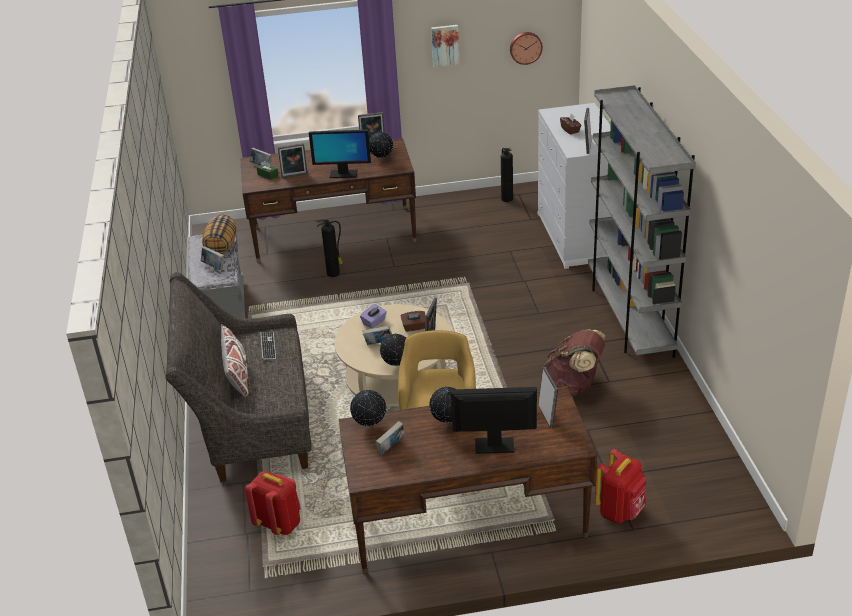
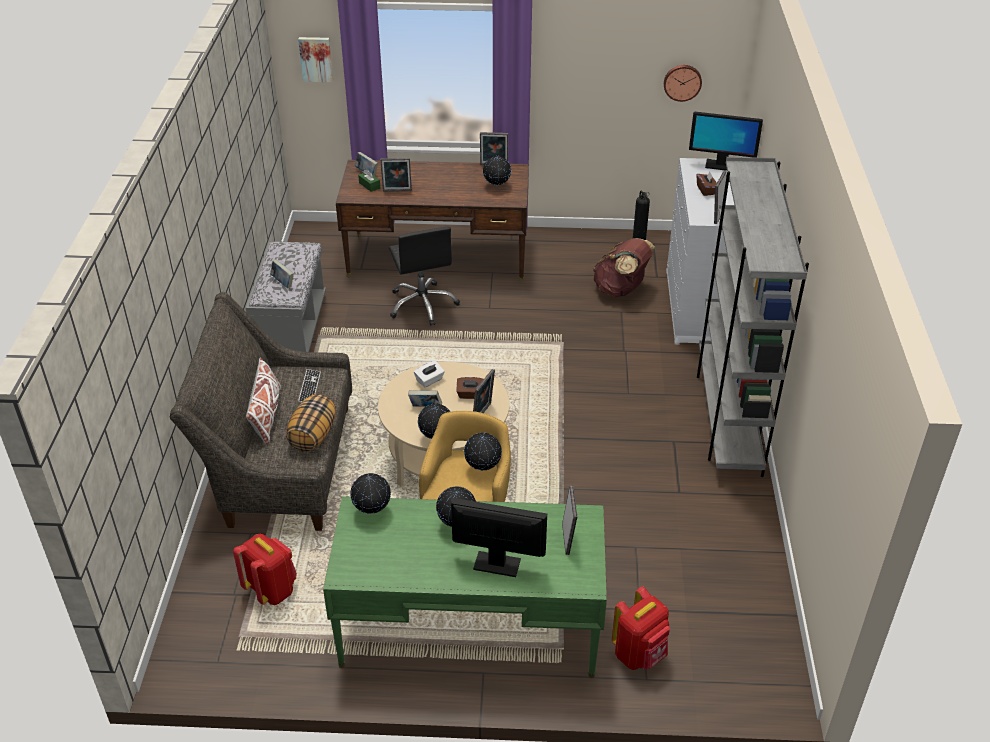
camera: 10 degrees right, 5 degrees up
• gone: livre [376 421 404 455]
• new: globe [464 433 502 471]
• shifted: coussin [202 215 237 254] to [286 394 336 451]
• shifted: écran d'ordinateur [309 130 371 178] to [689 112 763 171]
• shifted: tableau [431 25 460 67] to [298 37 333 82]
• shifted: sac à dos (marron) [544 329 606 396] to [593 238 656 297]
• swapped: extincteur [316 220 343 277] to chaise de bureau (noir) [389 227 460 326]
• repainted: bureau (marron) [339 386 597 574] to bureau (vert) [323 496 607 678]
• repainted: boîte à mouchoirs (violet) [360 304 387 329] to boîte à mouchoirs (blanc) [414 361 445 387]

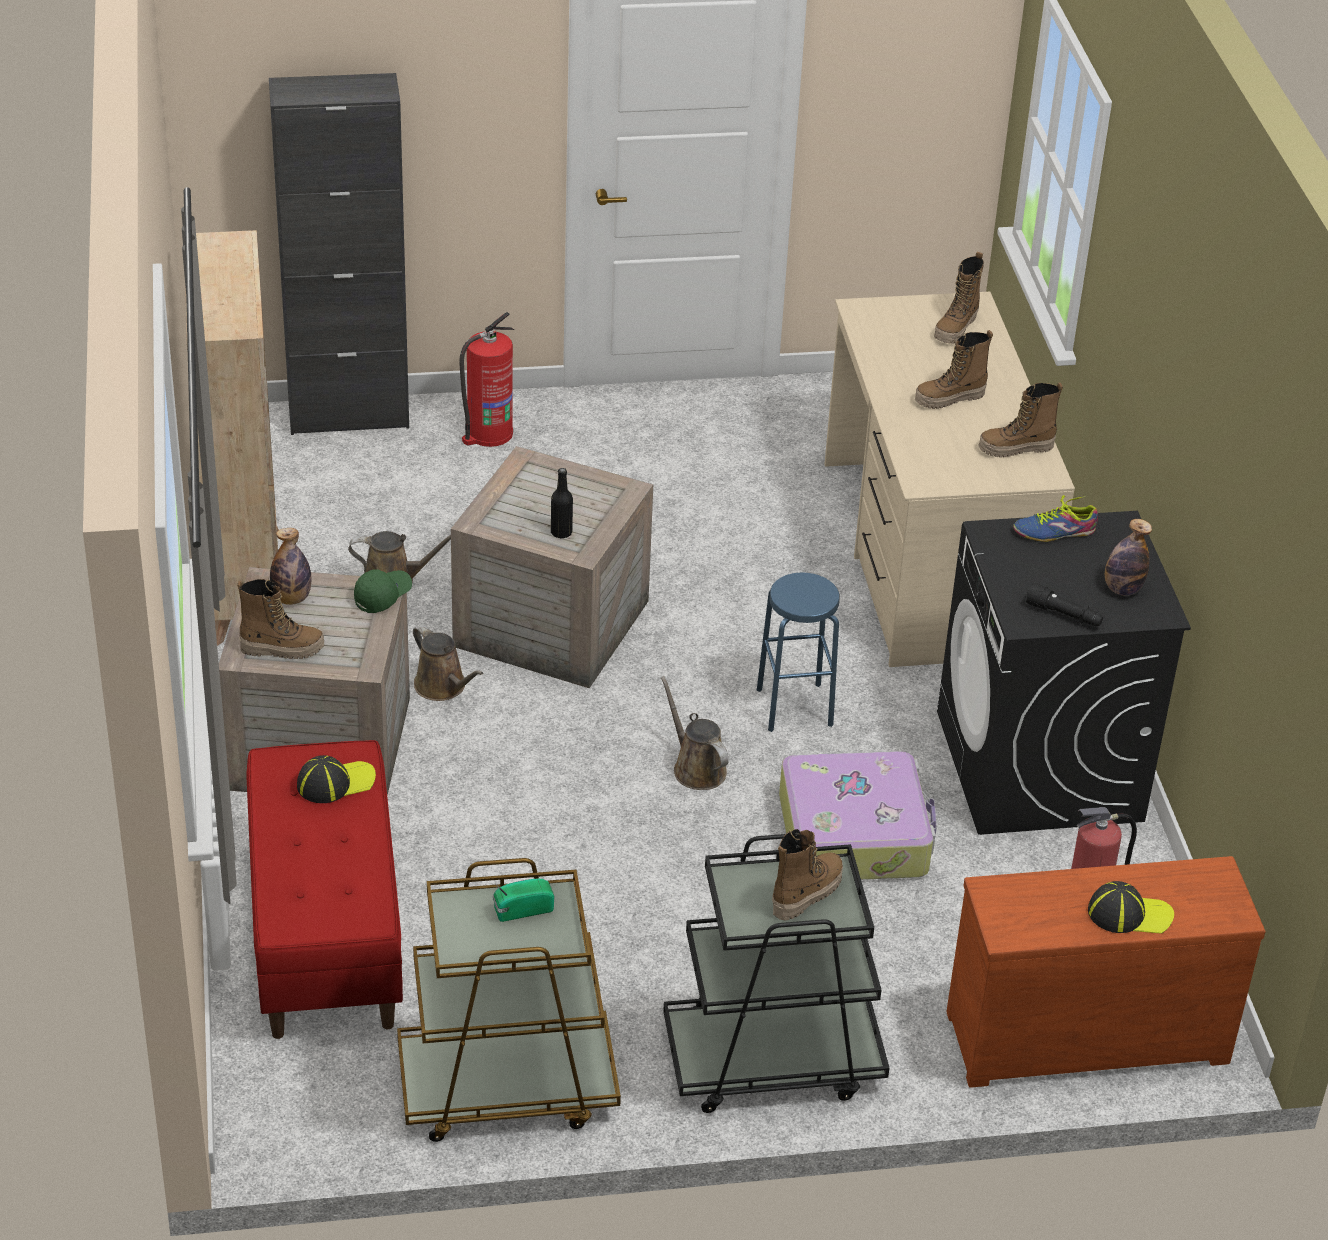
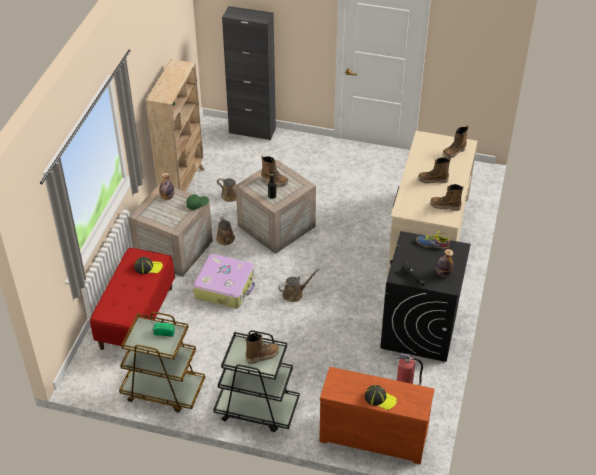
camera: 25 degrees right, 5 degrees up
• gone: extincteur [459 312 514 447]
• gone: tabouret (bleu) [757 572 840 732]
• shifted: botte [237 579 324 659] to [261 156 289 187]
• shifted: valise [779 751 937 880] to [193 254 255 308]
• rotated: arrosoir (marron) [661 676 729 790] = [278 269 319 302] 75 degrees clockwise

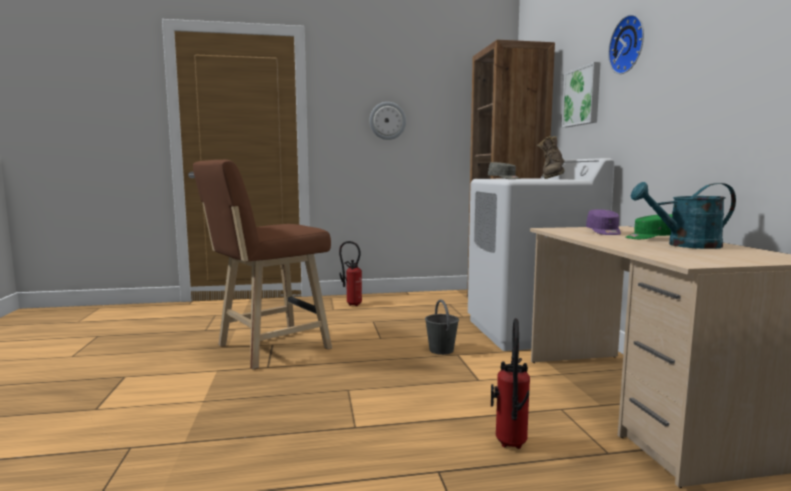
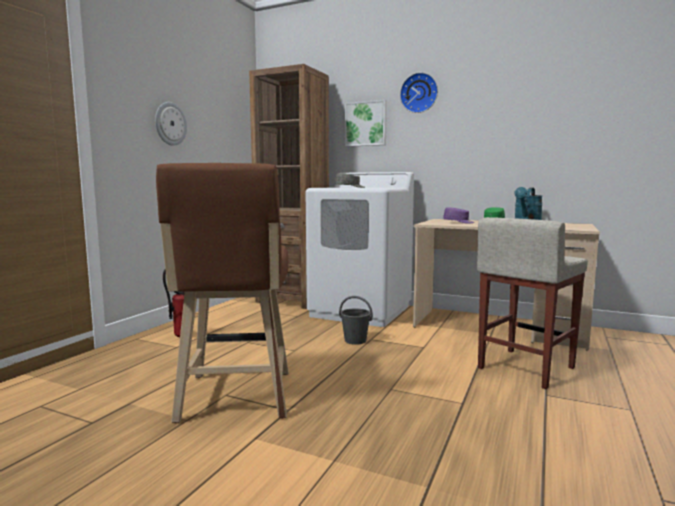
camera: 55 degrees left, 0 degrees up
• gone: botte (marron) [537 136 564 179]
• swapped: extincteur [491 318 530 449] to tabouret (beige) [477 217 587 389]

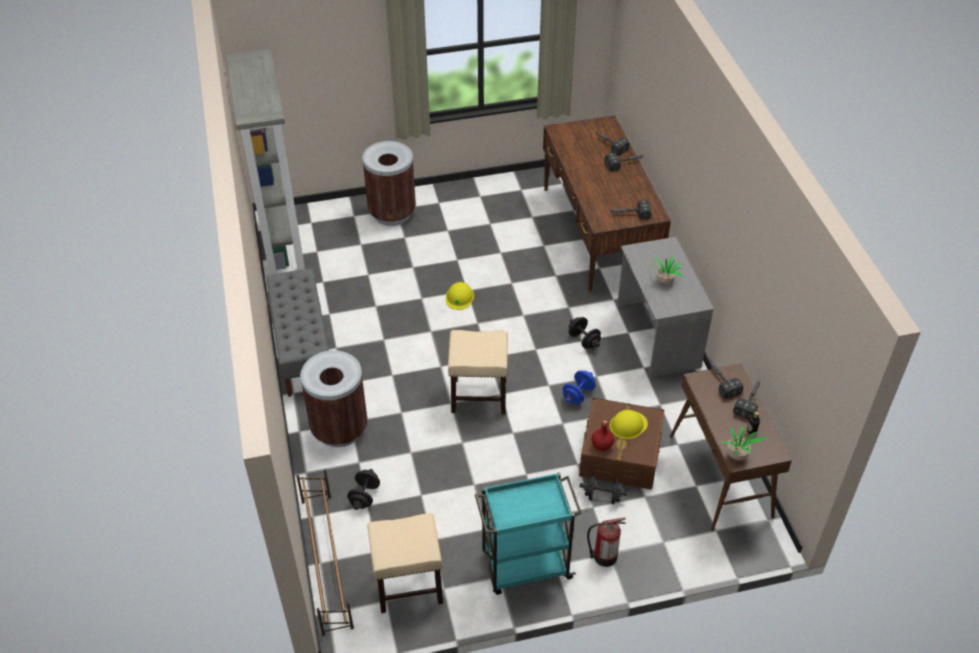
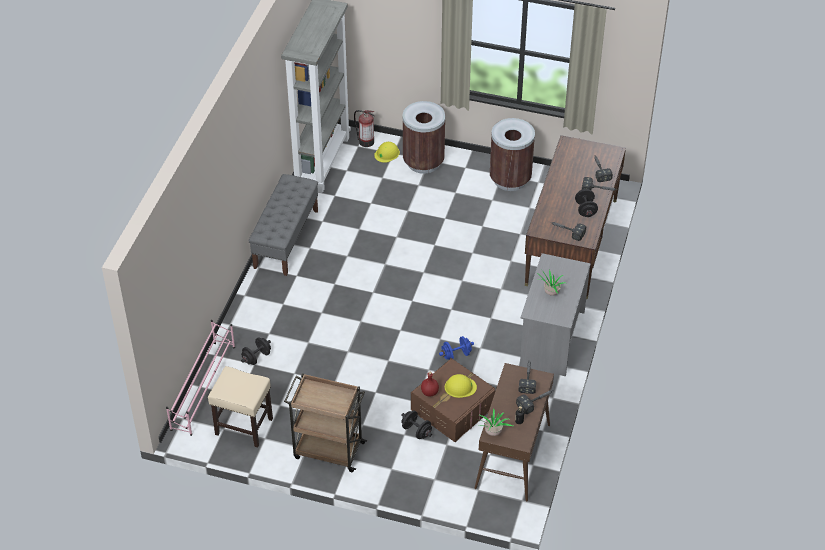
camera: 30 degrees right, 0 degrees up
• gone: tabouret (beige) [448 330 508 414]
• shifted: poubelle (marron) [300 350 368 447] to [490 118 535 191]
• shifted: casque de chantier (jaune) [446 282 474 310] to [374 142 400 163]
• shifted: haltère (noir) [569 317 601 349] to [575 189 598 217]
• shifted: extincteur [587 518 626 567] to [354 110 375 147]
• repainted: étagère à chaussures (marron) [296 470 354 636] to étagère à chaussures (rose) [166 320 235 436]
• repainted: chariot (turquoise) [475 473 581 595] to chariot (marron) [284 373 367 472]

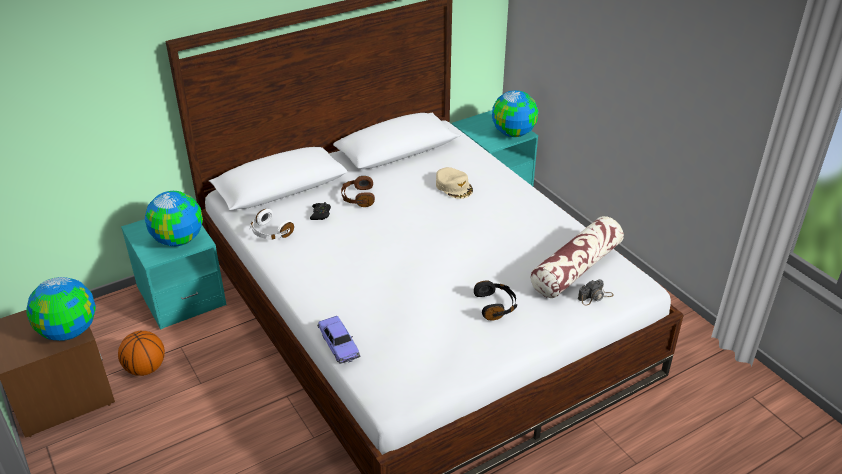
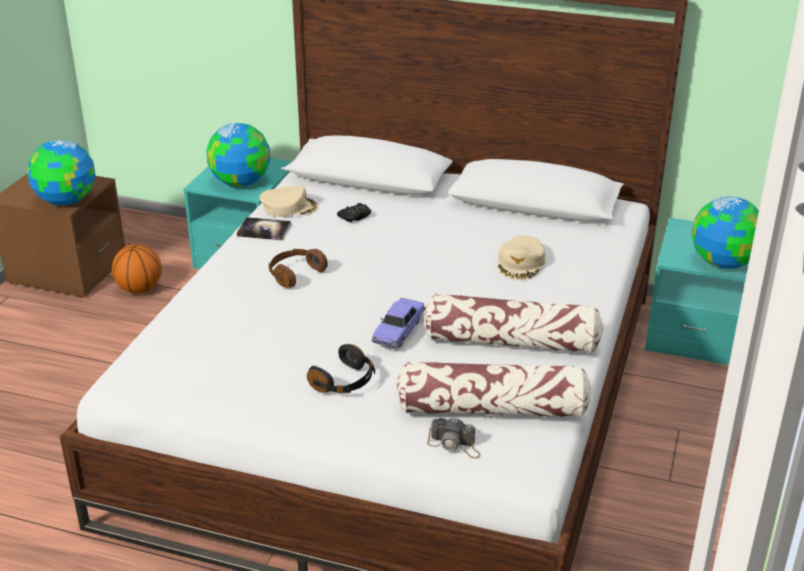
camera: 50 degrees right, 5 degrees down
• new: livre [237 217 291 240]
• new: coussin [424 293 603 353]
• shifted: petite voiture [317 316 360 364] to [371 298 426 348]
• shifted: casque audio (marron) [341 176 375 207] to [268 249 328 288]
• swapped: casque audio (blanc) [250 209 294 240] to casquette (beige) [259 186 319 217]

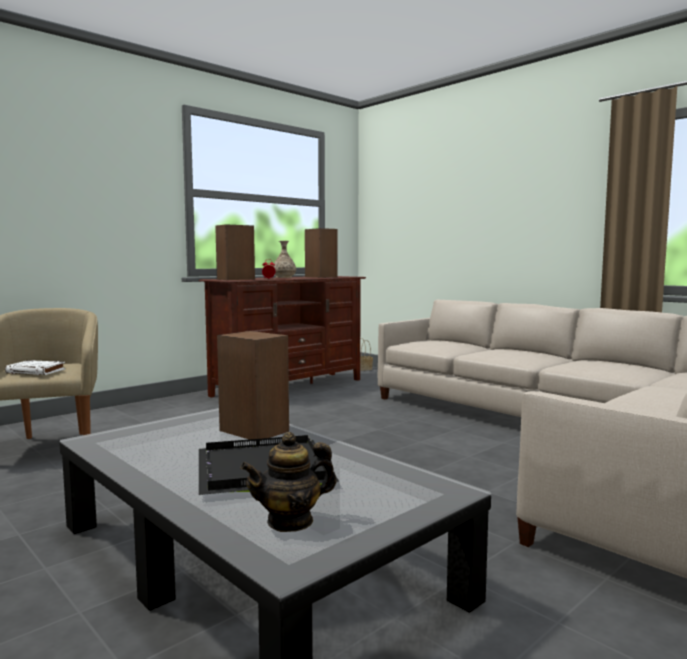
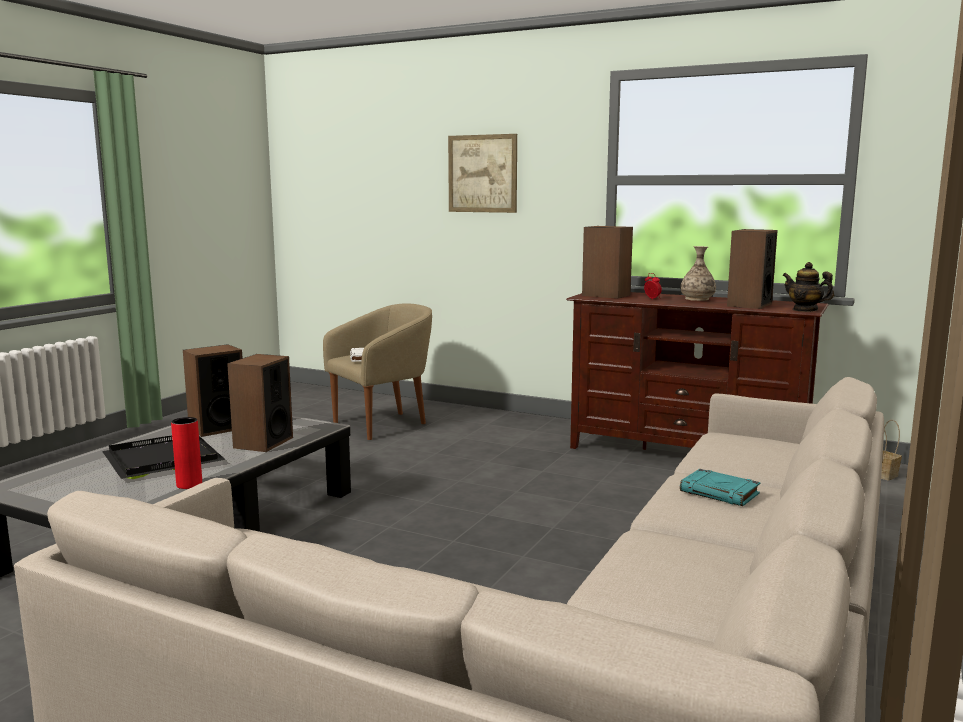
camera: 70 degrees right, 5 degrees up
• new: vase (rouge) [171 417 202 489]
• new: enceinte [183 344 242 437]
• new: tableau [448 134 517 213]
• new: livre (turquoise) [680 469 761 506]
• shifted: théière [240 432 337 532] to [782 262 834 312]

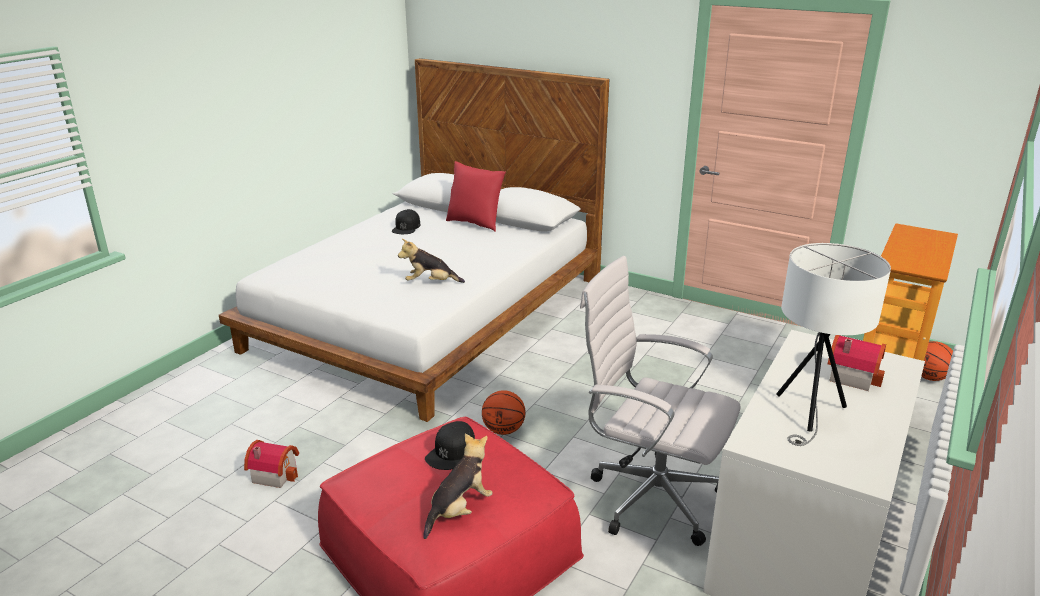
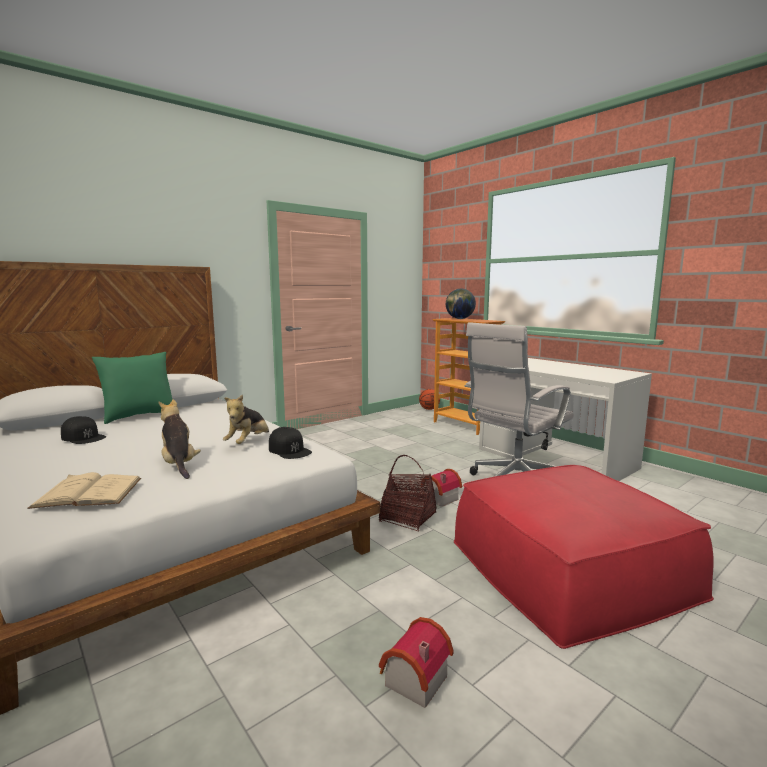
camera: 70 degrees left, 15 degrees down
• gone: lampe de table (blanc) [776 243 891 446]
• new: livre (beige) [27 472 141 509]
• new: globe [446 289 476 319]
• shifted: peluche [423 433 493 539] to [159 399 201 479]
• shifted: casquette (noir) [425 421 475 470] to [269 427 312 459]
• shifted: maison miniature [828 335 886 391] to [422 469 462 507]
• swapped: ballon de basket [482 390 526 435] to panier [379 455 437 531]
• repainted: coussin (rouge) [446 161 506 232] to coussin (vert) [92 352 172 424]

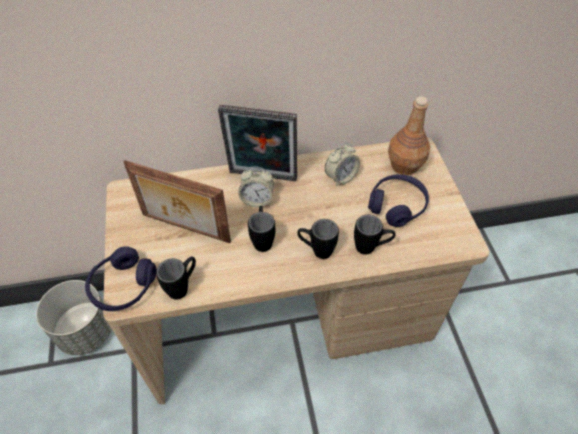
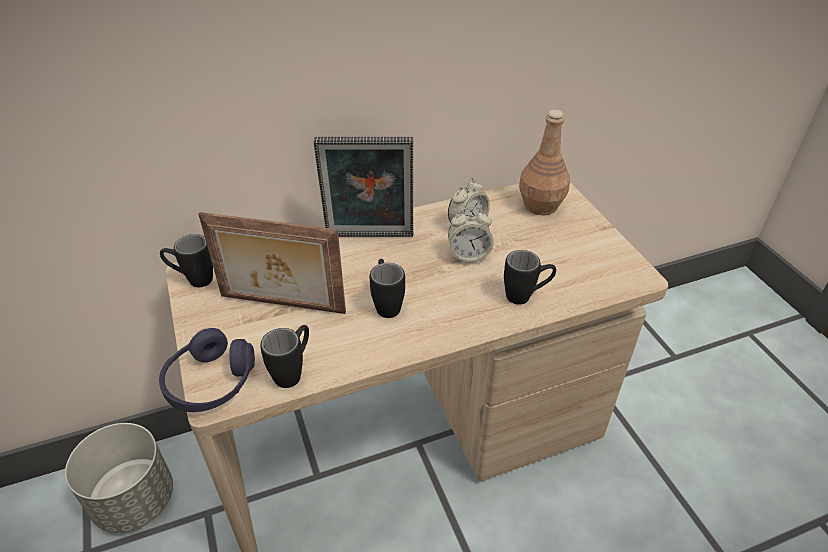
camera: 10 degrees left, 10 degrees down
• gone: casque audio (violet) [368 174 429 227]
• shifted: réveil [238 167 274 207] to [448 207 494 263]
• shifted: mug (noir) [297 219 339 259] to [160 234 213 287]

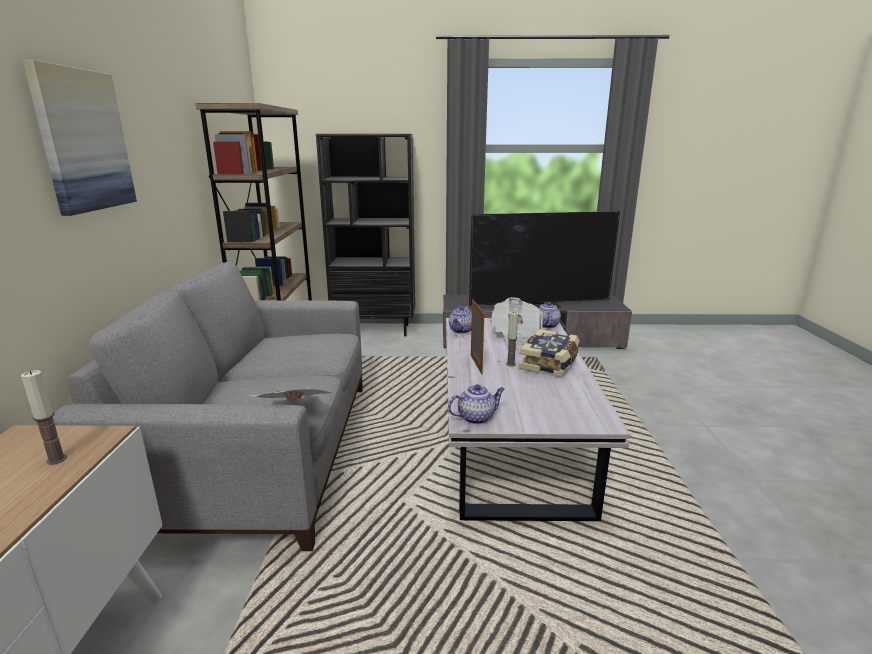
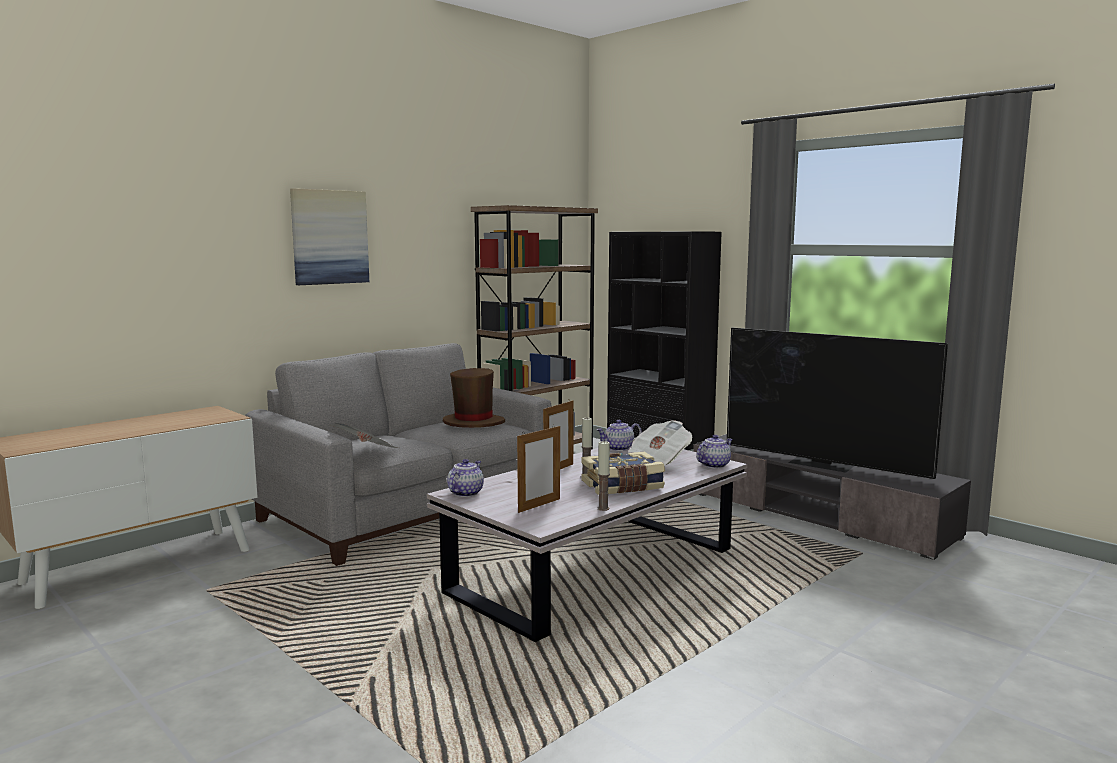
camera: 45 degrees right, 10 degrees down
• new: chapeau (marron) [443 368 505 428]
• new: cadre photo [517 425 560 513]
• shifted: bougie [21 370 67 465] to [598 440 610 511]
• rotated: théière [448 384 505 424] = [447 459 484 497] 90 degrees counterclockwise

